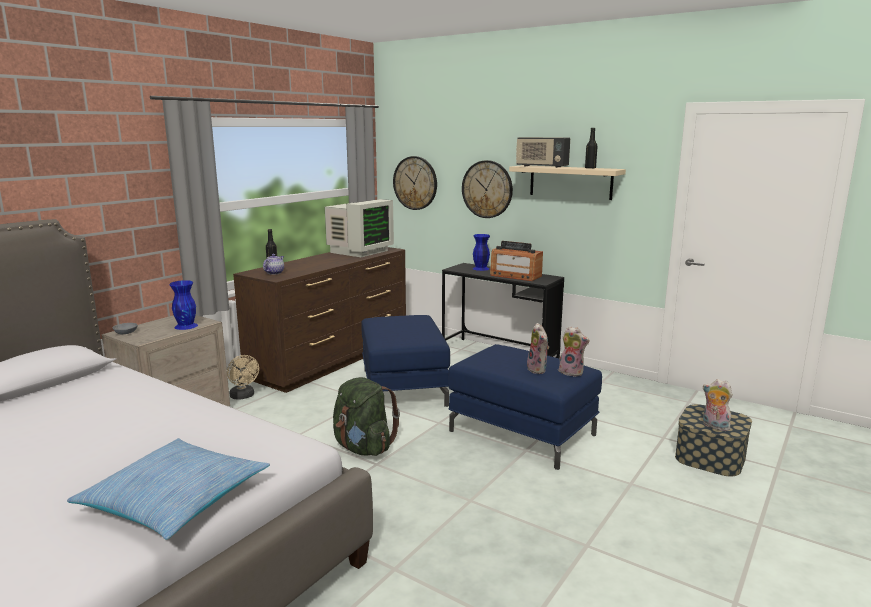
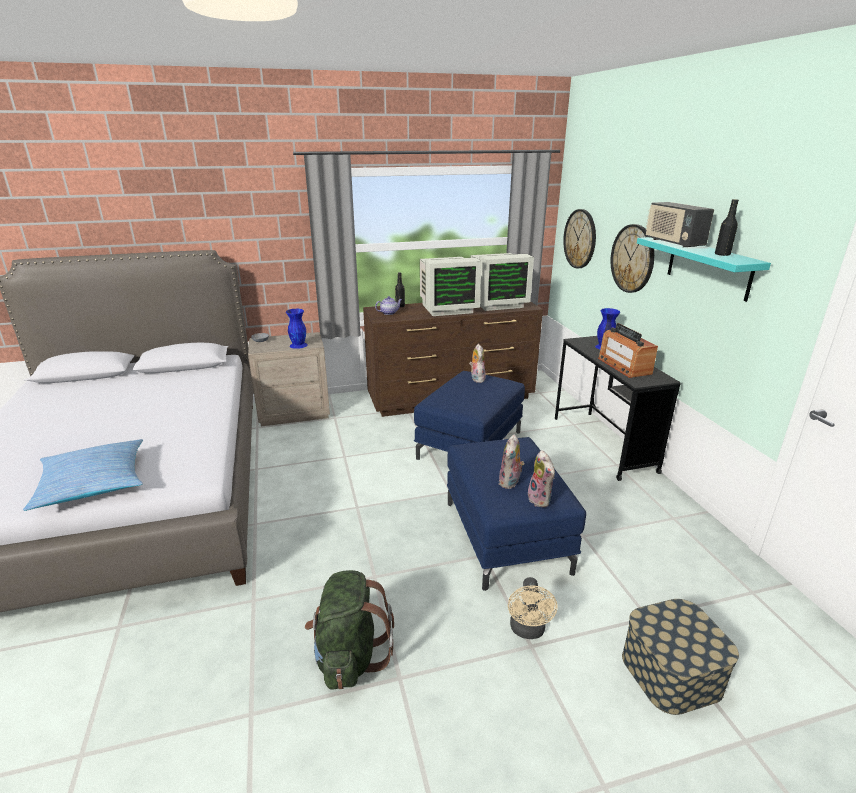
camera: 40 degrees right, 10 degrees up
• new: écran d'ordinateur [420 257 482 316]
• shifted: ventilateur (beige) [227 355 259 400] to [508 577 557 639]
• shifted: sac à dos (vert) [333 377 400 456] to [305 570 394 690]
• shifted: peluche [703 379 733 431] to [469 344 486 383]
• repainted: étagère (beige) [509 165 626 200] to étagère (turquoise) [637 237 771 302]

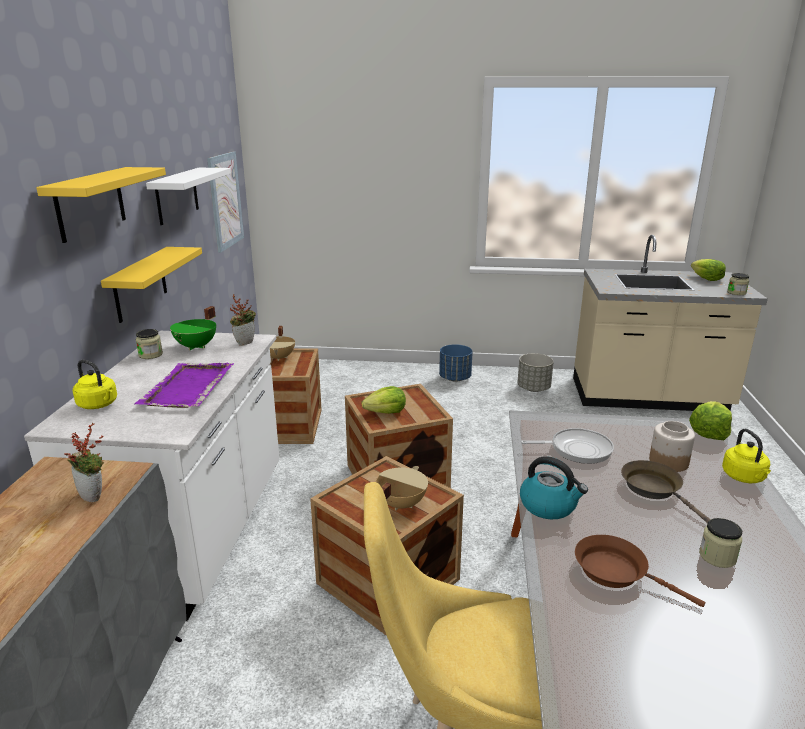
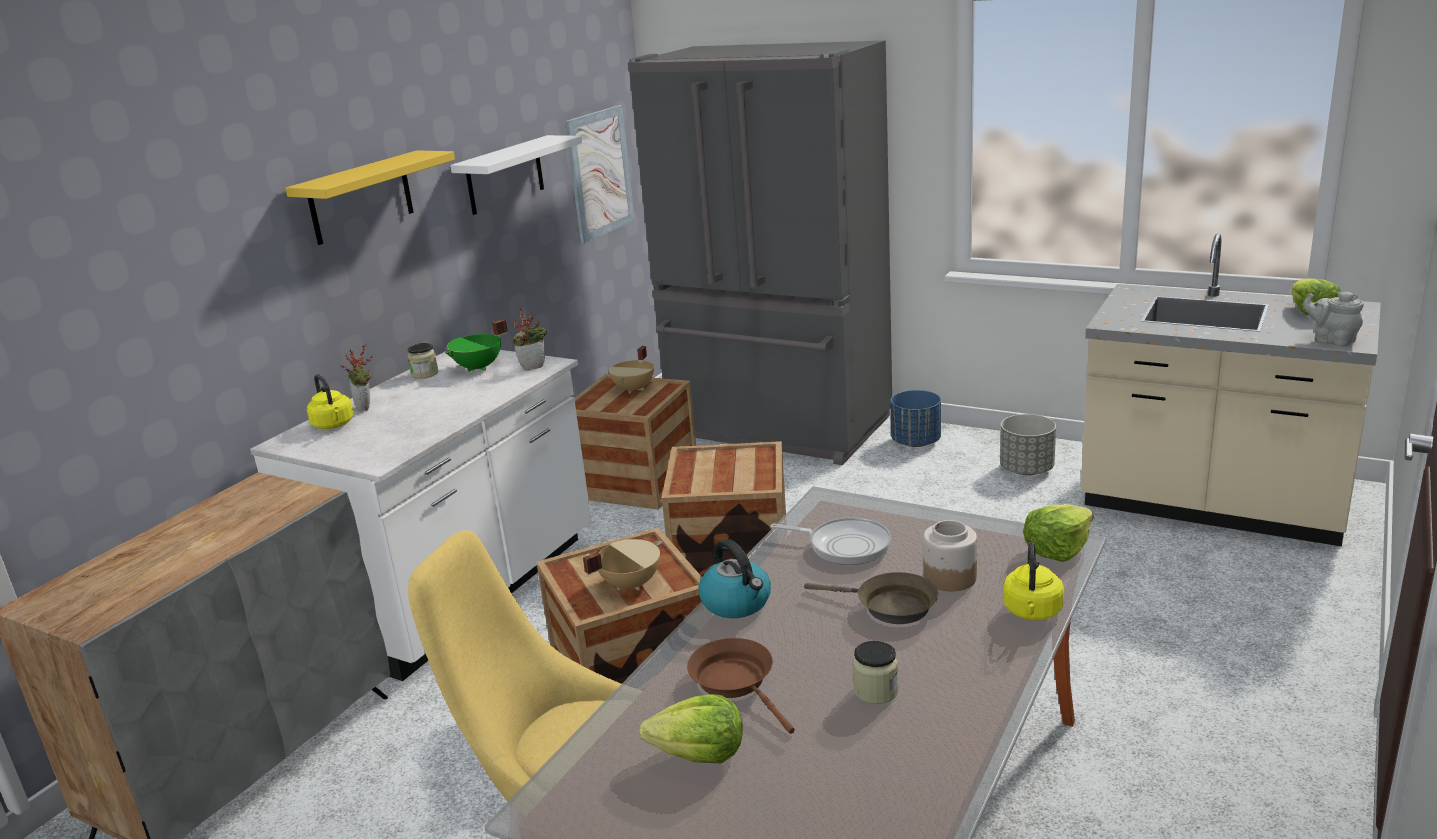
camera: 25 degrees right, 0 degrees up
• gone: étagère (jaune) [101 247 202 323]
• gone: plateau (violet) [134 363 234 408]
• new: réfrigérateur (gris) [628 40 892 465]
• shifted: plante en pot [64 423 104 502] to [341 344 373 412]
• shifted: laitue [362 386 406 414] to [639 694 743 763]
• swapped: bocal [727 273 749 295] to théière (gris) [1303 291 1364 347]
• rotated: poêle (marron) [621 460 711 523] = [804 572 938 624] 120 degrees clockwise

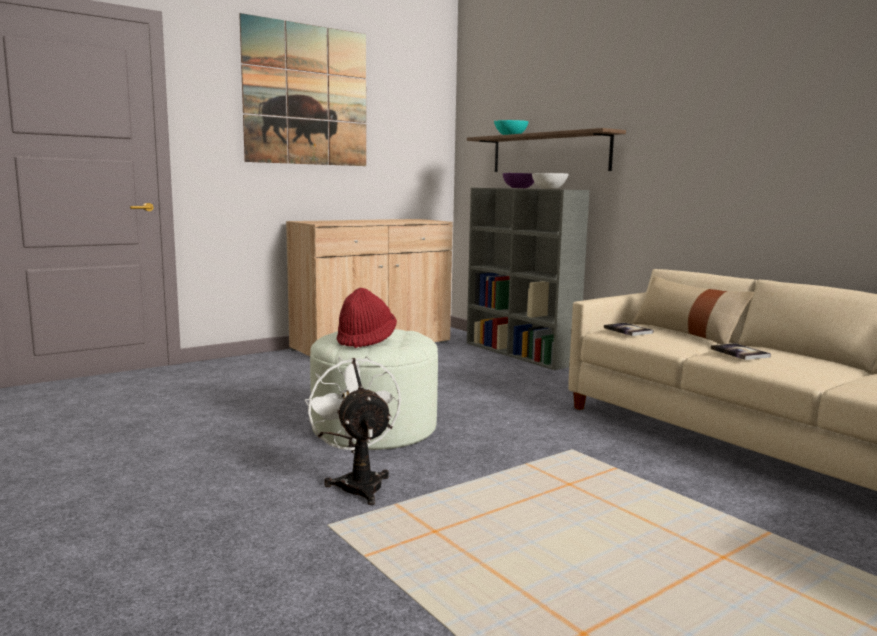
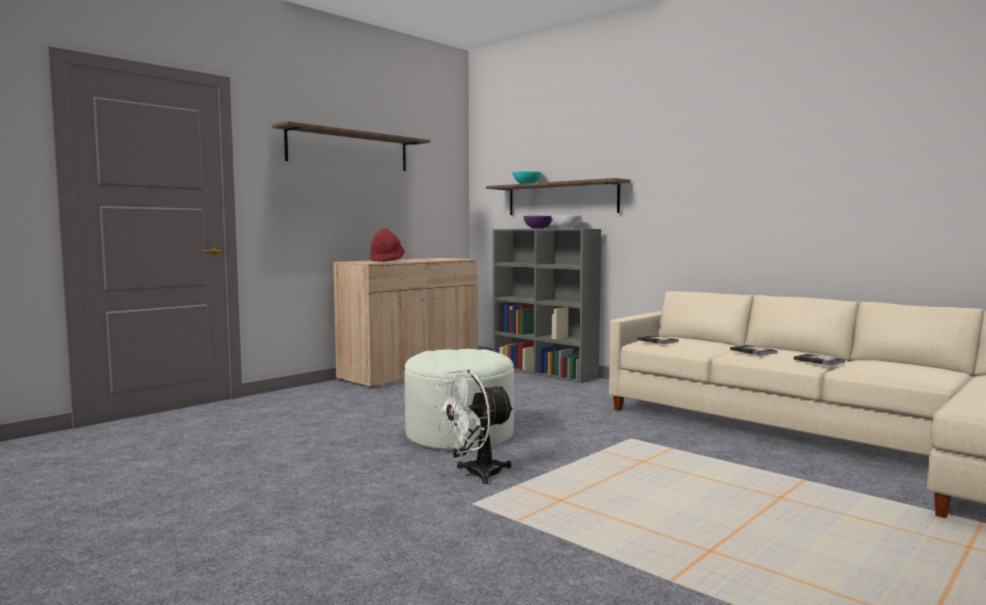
camera: 10 degrees left, 5 degrees down
• gone: coussin (beige) [632 276 754 345]
• new: livre [794 354 845 366]
• shifted: chapeau (rouge) [337 288 397 348] to [370 228 405 262]
• swapped: tableau [239 13 366 166] to étagère [272 121 430 171]
• rotated: ventilateur (blanc) [305 356 401 505] = [434 370 515 484] 90 degrees counterclockwise

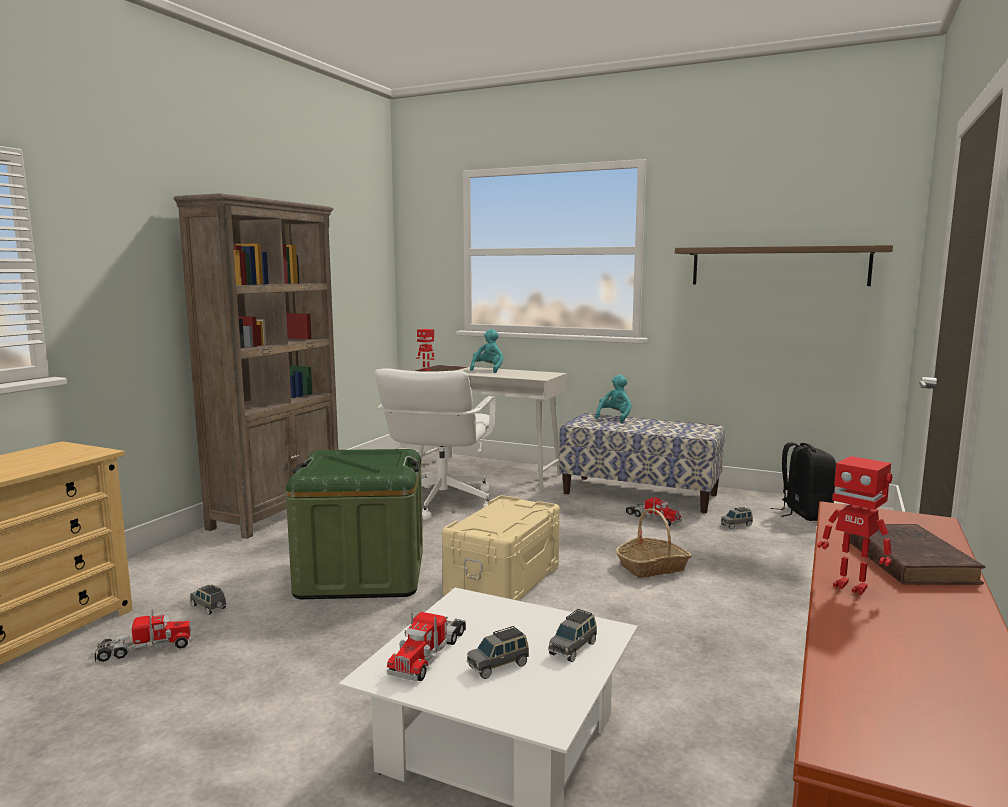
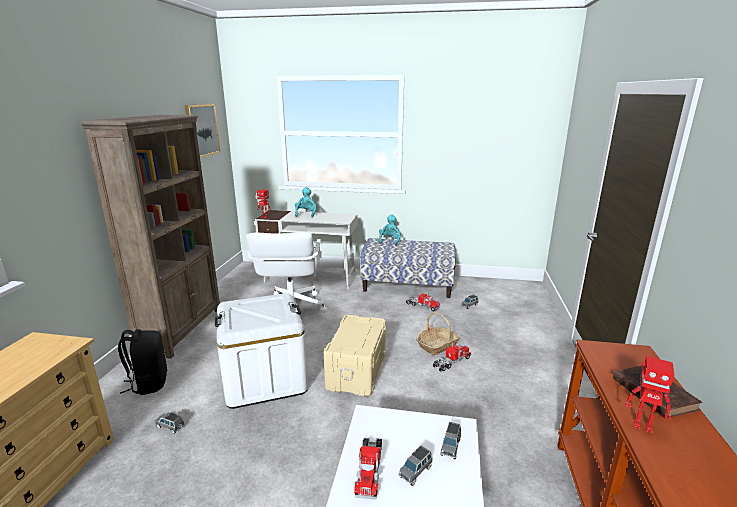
camera: 15 degrees left, 10 degrees up
• gone: étagère [675 245 893 286]
• new: tableau [185 104 221 158]
• shifted: camion jouet [94 608 192 662] to [433 343 471 372]
• shifted: sac à dos (noir) [771 442 836 521] to [118 329 167 395]
• repainted: boîte de rangement (vert) [286 449 423 599] to boîte de rangement (blanc) [215 293 308 409]

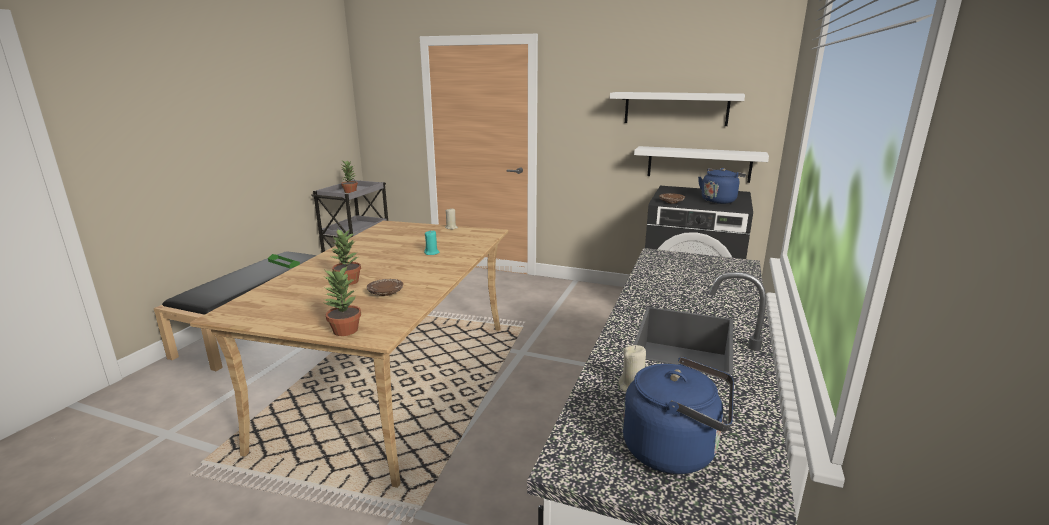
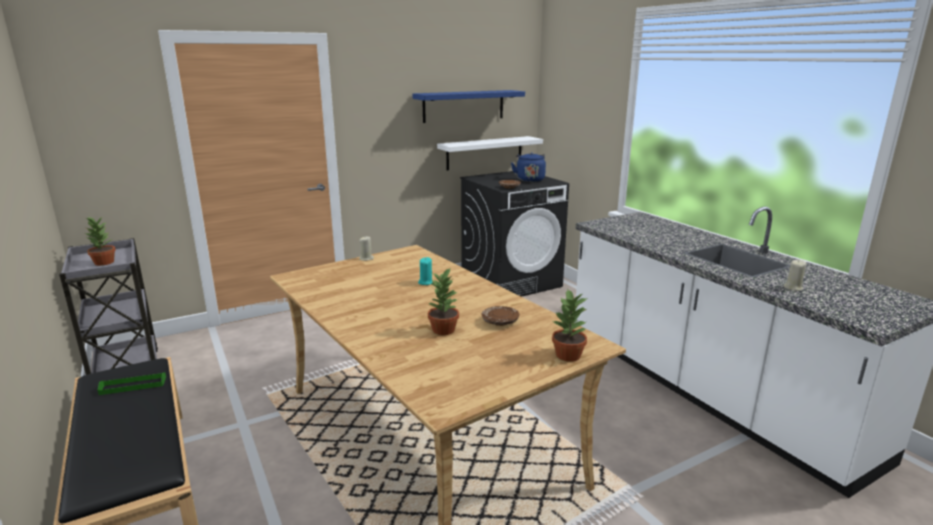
camera: 50 degrees left, 0 degrees up
• gone: bouilloire (bleu) [623 357 734 474]
• repainted: étagère (blanc) [610 92 745 126] to étagère (bleu) [412 90 525 123]

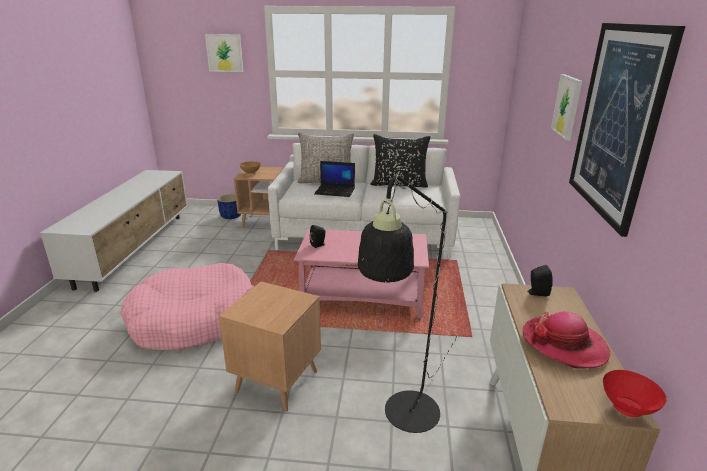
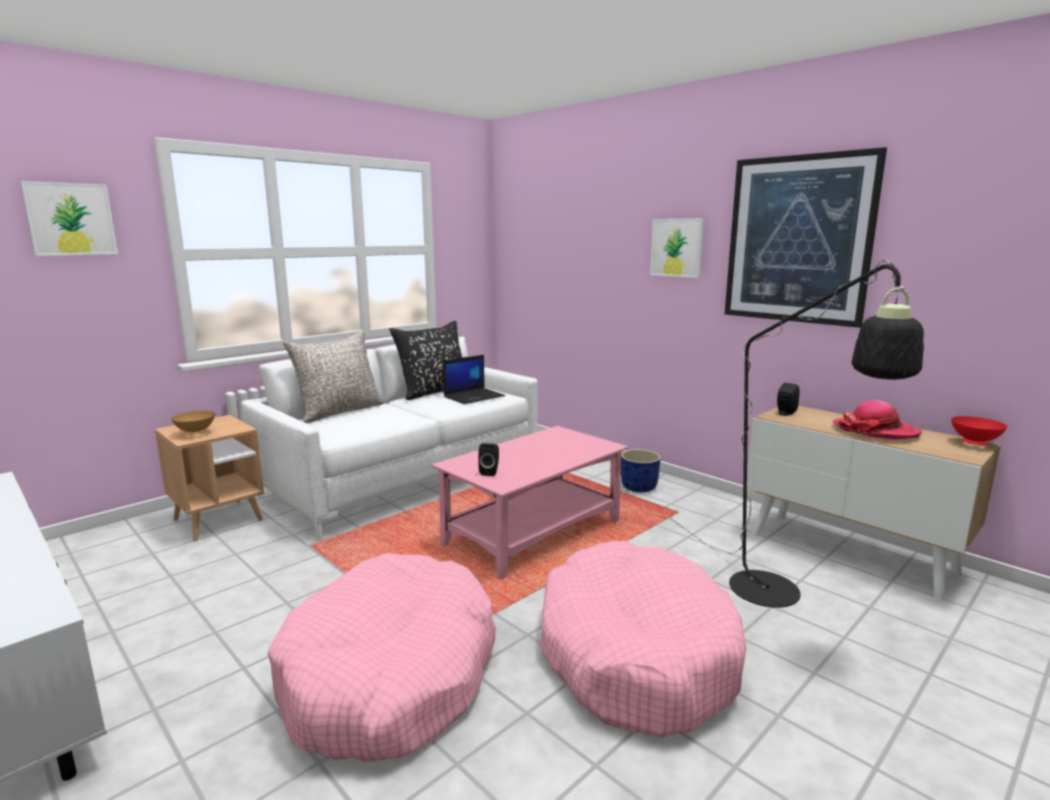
camera: 50 degrees left, 10 degrees down
• shifted: cache-pot (bleu) [217 194 241 219] to [621 449 661 492]
• shifted: ordinateur portable [314 161 355 197] to [443 355 505 404]
• swapped: table d'appoint (marron) [219 281 321 412] to panier pour chien (rose) [539 541 746 737]

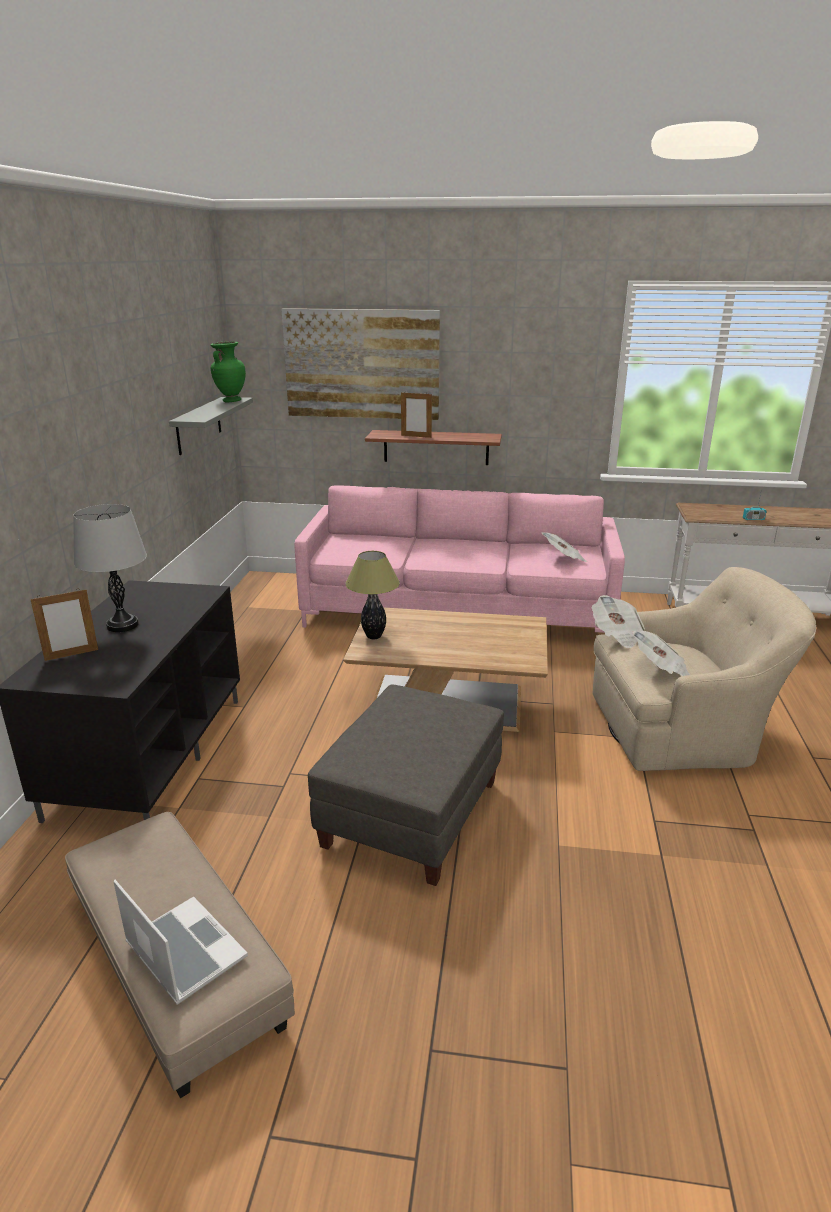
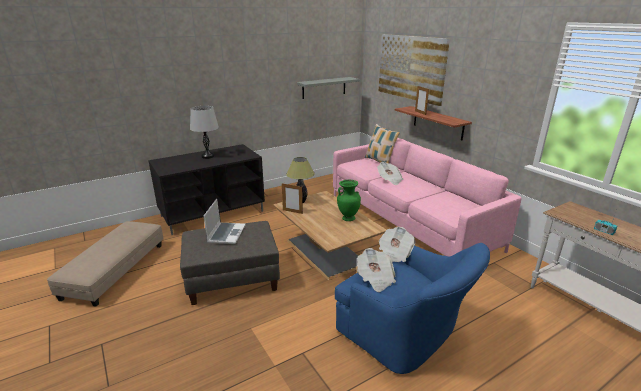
camera: 50 degrees right, 0 degrees up
• new: coussin [365 124 400 163]
• shifted: cadre photo [30 589 98 661] to [282 183 303 214]
• shifted: ordinateur portable [113 880 248 1005] to [204 199 246 244]
• shifted: vase (vert) [210 341 246 402] to [337 180 361 221]
• shifted: journal [541 532 587 562] to [377 162 403 185]
• repainted: fauteuil (beige) [593 567 816 771] to fauteuil (bleu) [335 243 490 374]

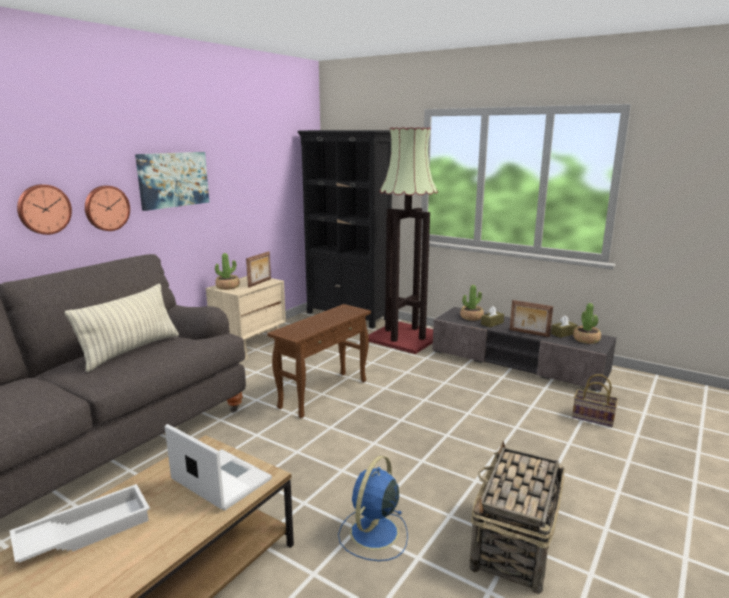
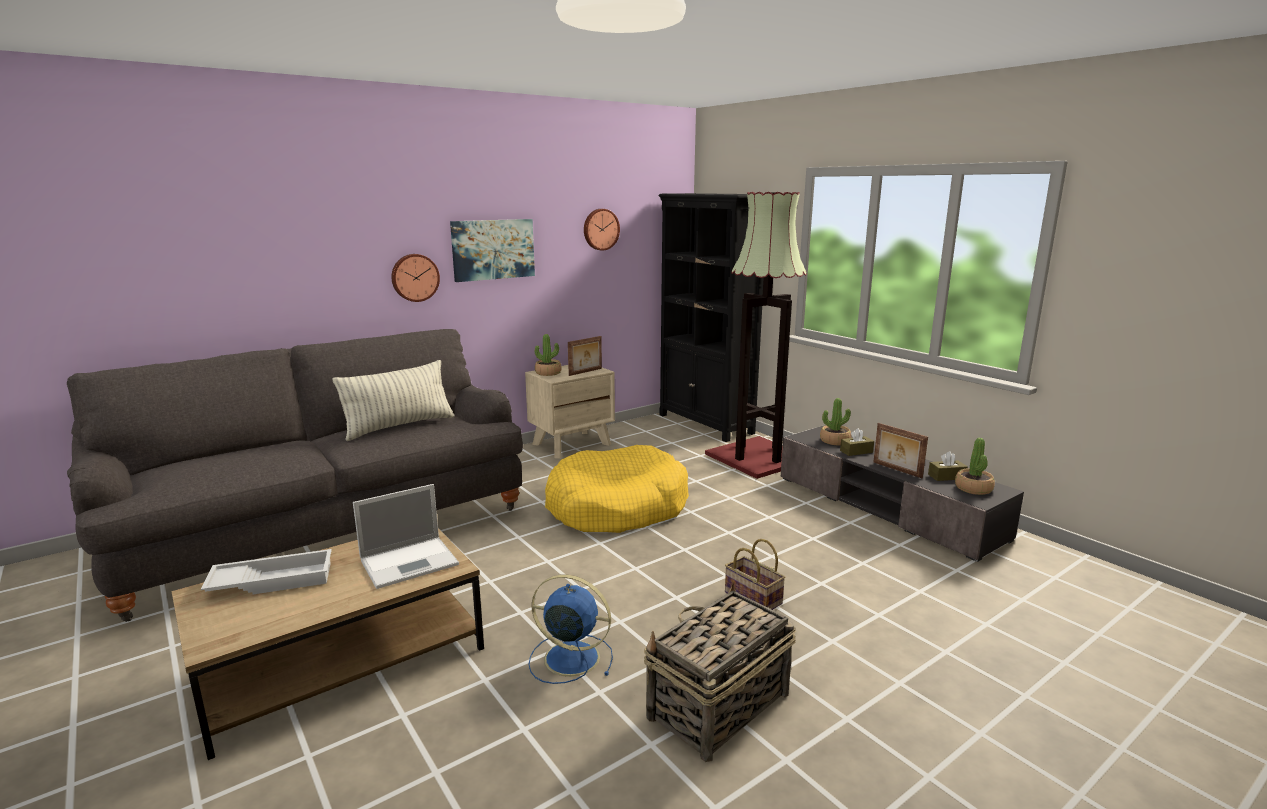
camera: 20 degrees right, 0 degrees up
• shifted: horloge murale [17 184 72 235] to [584 209 620 251]
• shifted: panier [572 374 618 427] to [725 539 786 610]
• swapped: table d'appoint (marron) [267 304 371 418] to panier pour chien (jaune) [545 445 689 533]
• rotated: ordinateur portable [165 424 272 511] = [353 484 459 589] 90 degrees clockwise
• rotated: ventilateur (bleu) [338 455 408 561] = [529 575 613 684] 60 degrees clockwise

